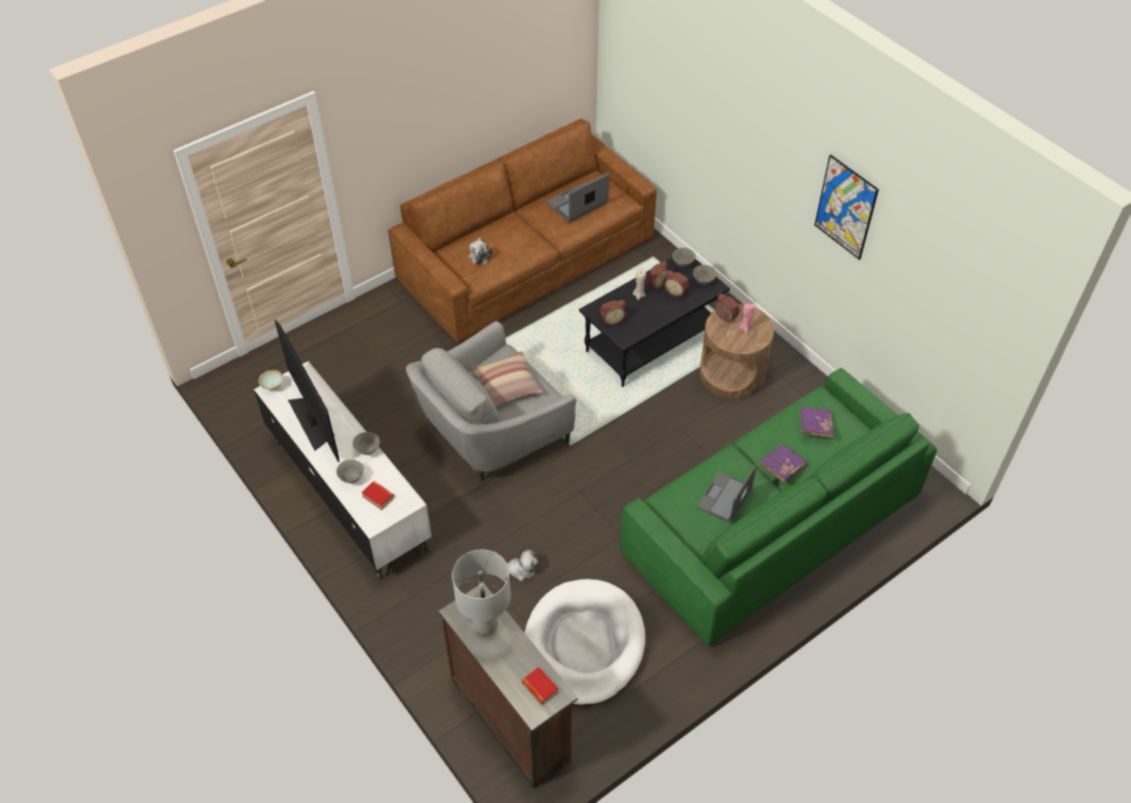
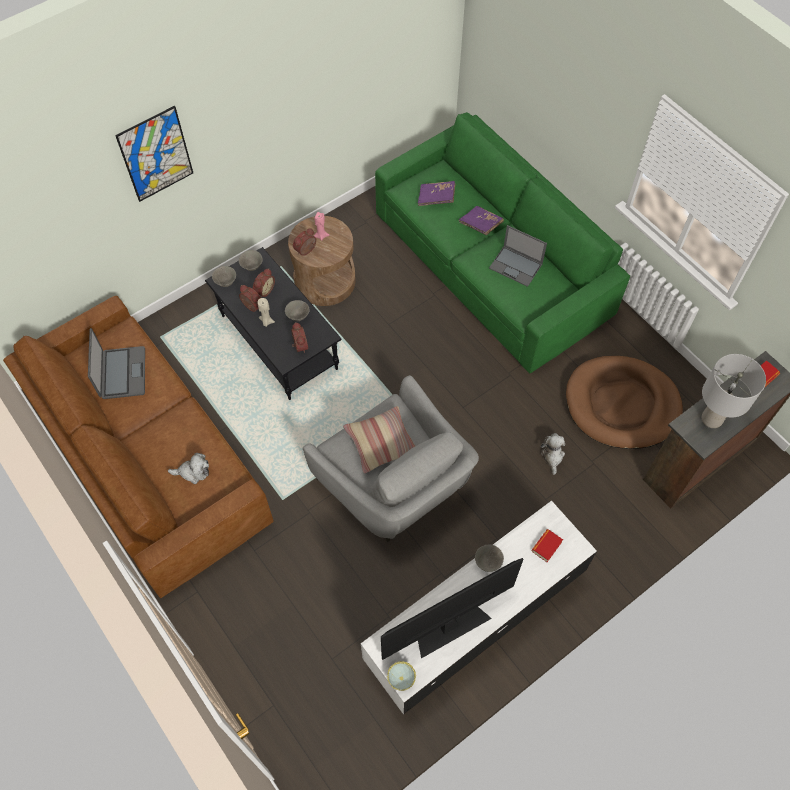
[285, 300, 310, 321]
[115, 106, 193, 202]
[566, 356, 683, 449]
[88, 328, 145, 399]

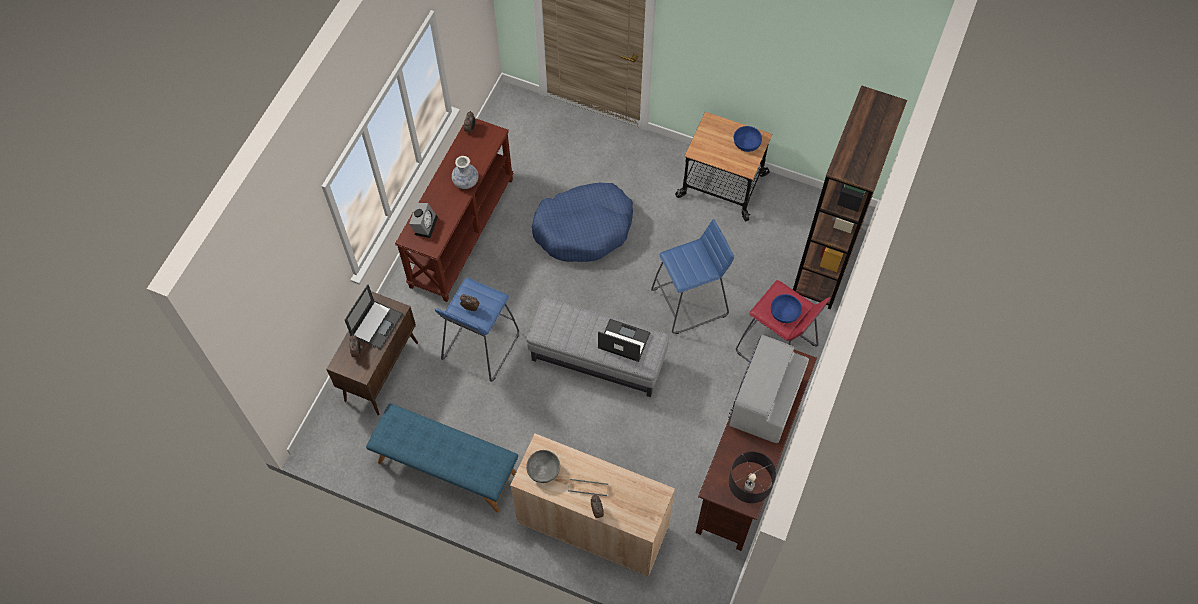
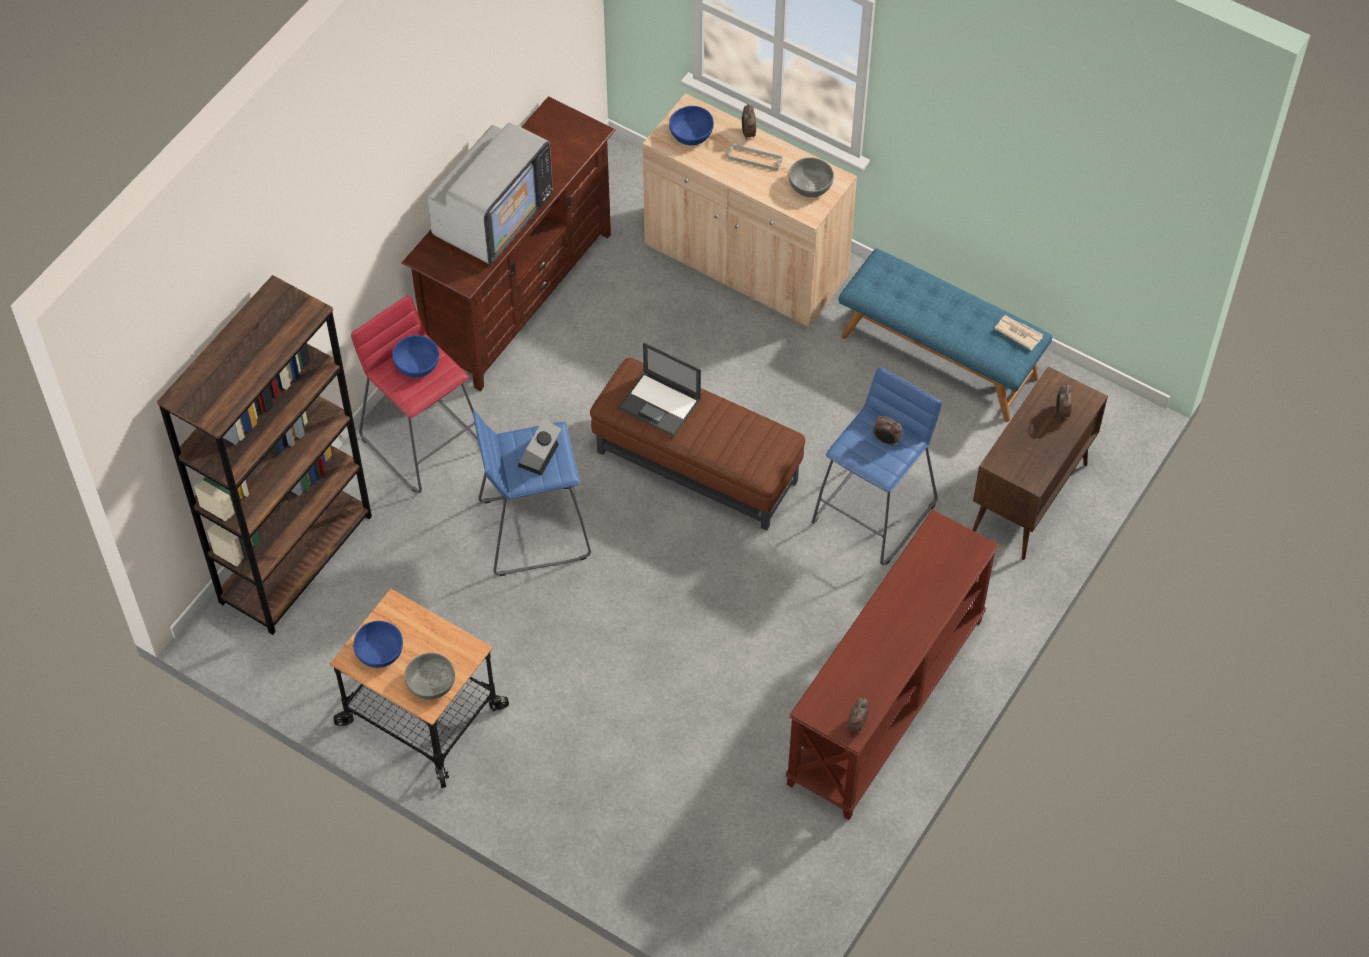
[345, 284, 403, 349] (first image)
[452, 156, 478, 189] (first image)
[532, 183, 633, 262] (first image)
[729, 452, 776, 503] (first image)
[405, 653, 455, 700]
[669, 106, 714, 146]
[994, 315, 1043, 351]
[518, 419, 561, 476]
[590, 357, 805, 531]

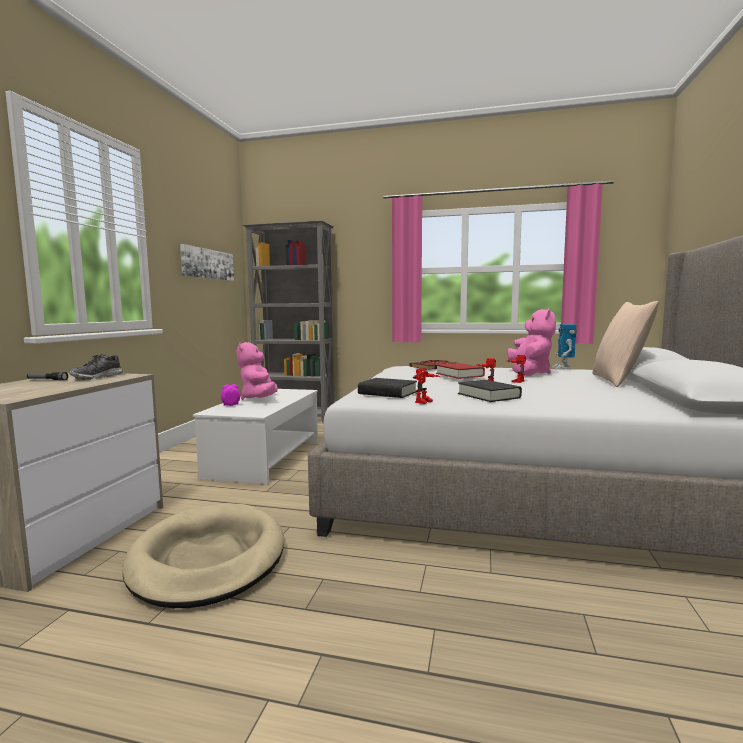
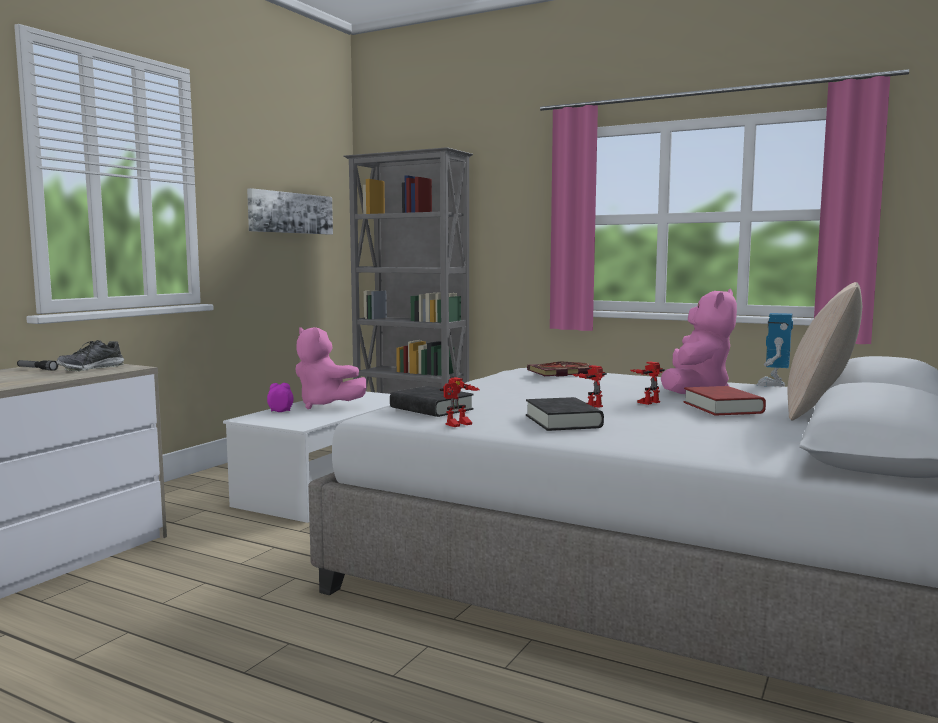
[122, 503, 284, 608] (first image)
[684, 386, 766, 416]
[296, 327, 366, 409]

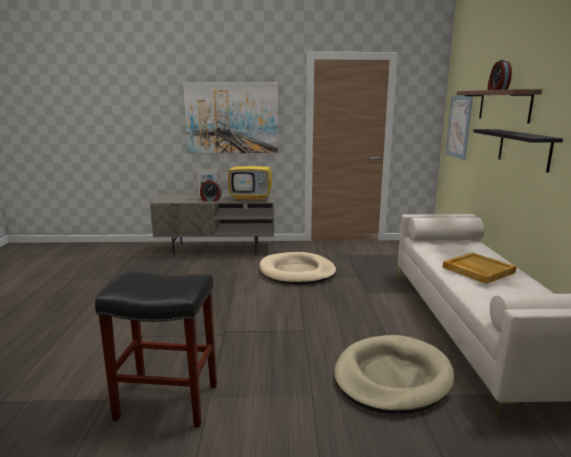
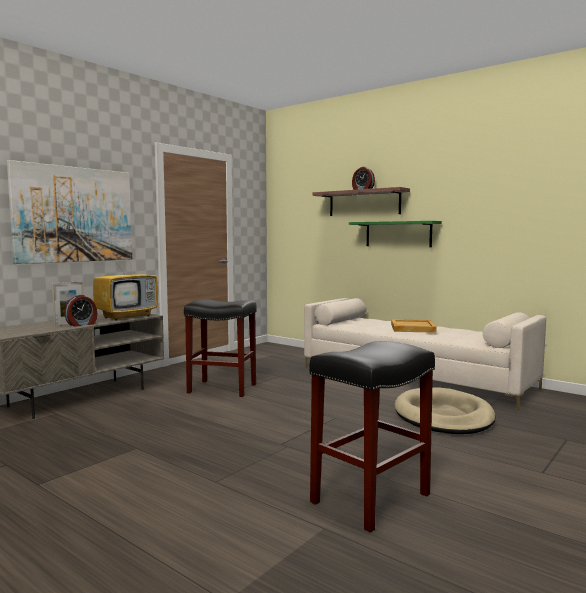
[446, 95, 473, 160] (first image)
[184, 299, 257, 397]
[349, 221, 442, 247]

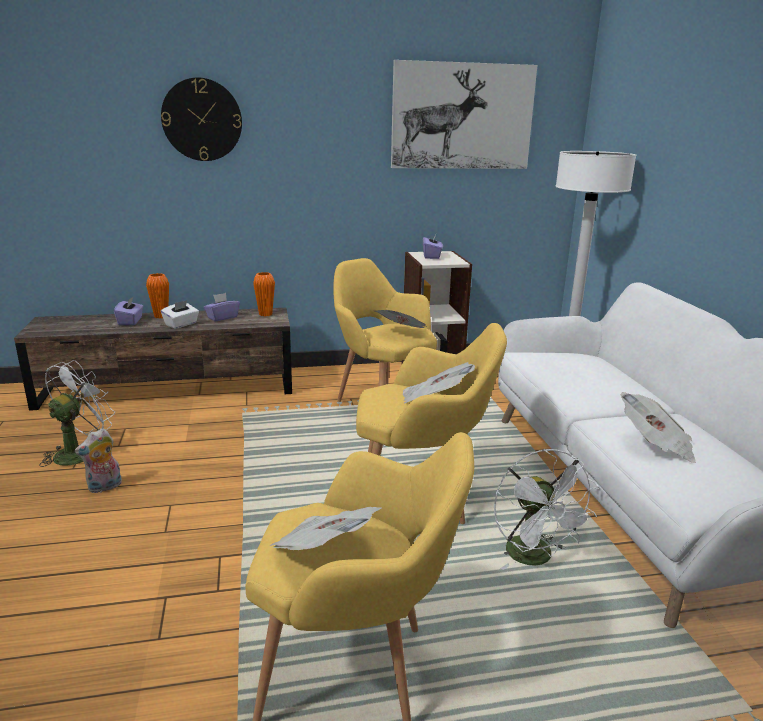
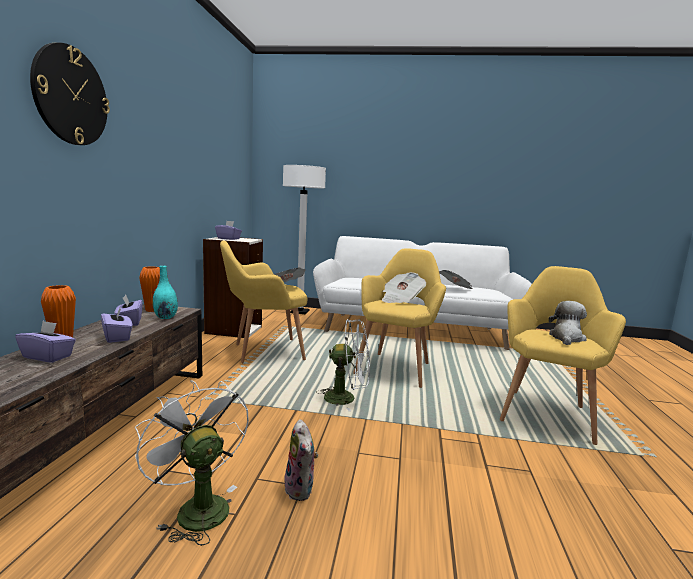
[391, 60, 537, 169] (first image)
[153, 266, 178, 319]
[317, 319, 370, 411]
[549, 301, 587, 345]
[101, 308, 132, 343]

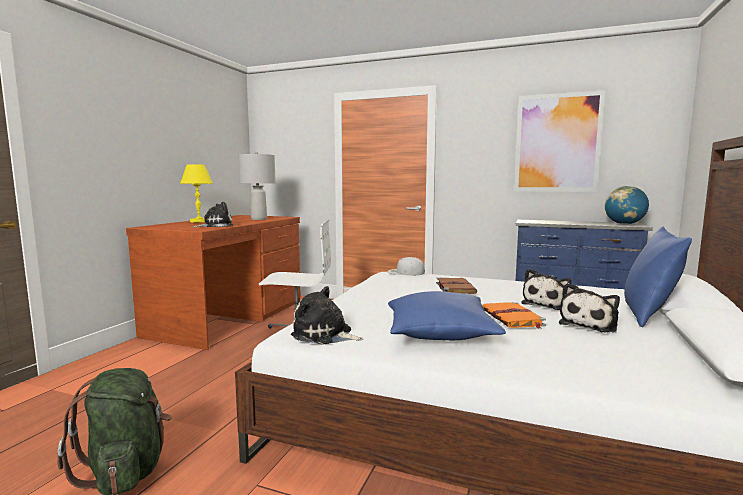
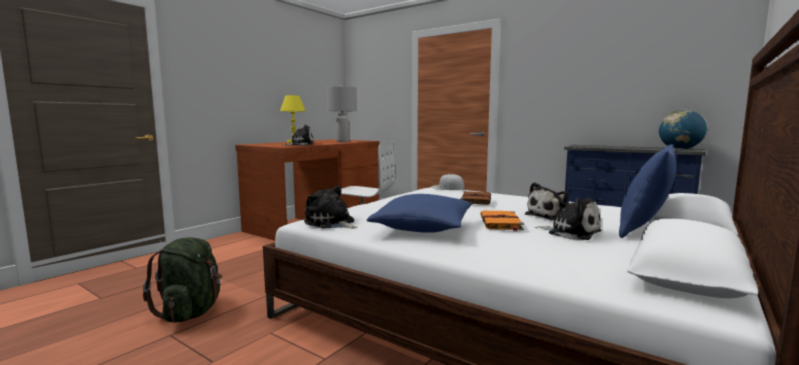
[514, 90, 605, 192] (first image)
[535, 197, 602, 240]

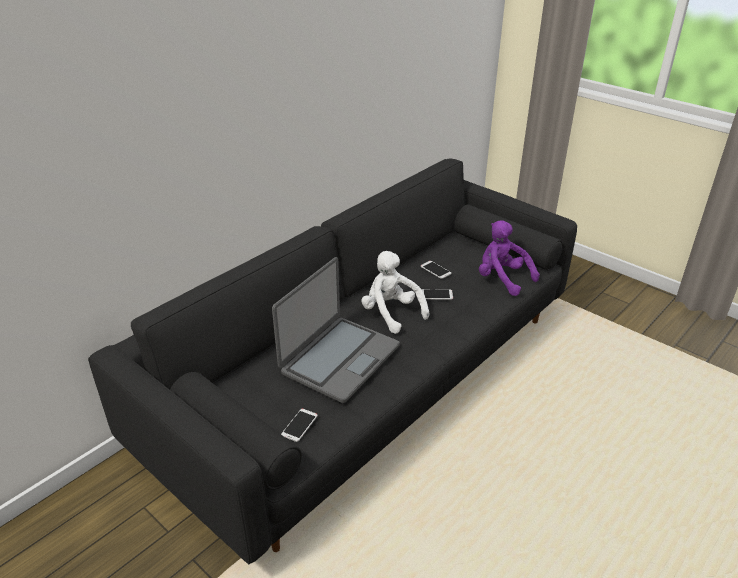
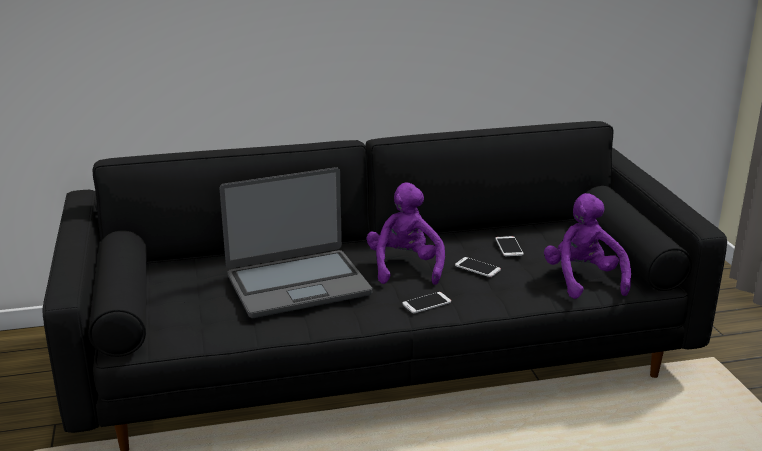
[402, 292, 451, 313]
[367, 182, 445, 285]

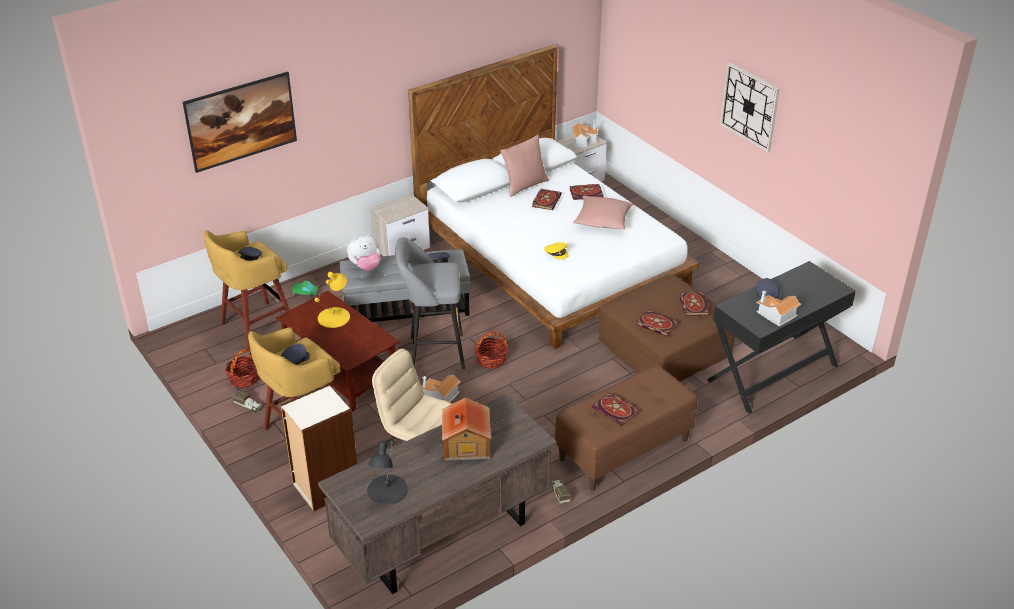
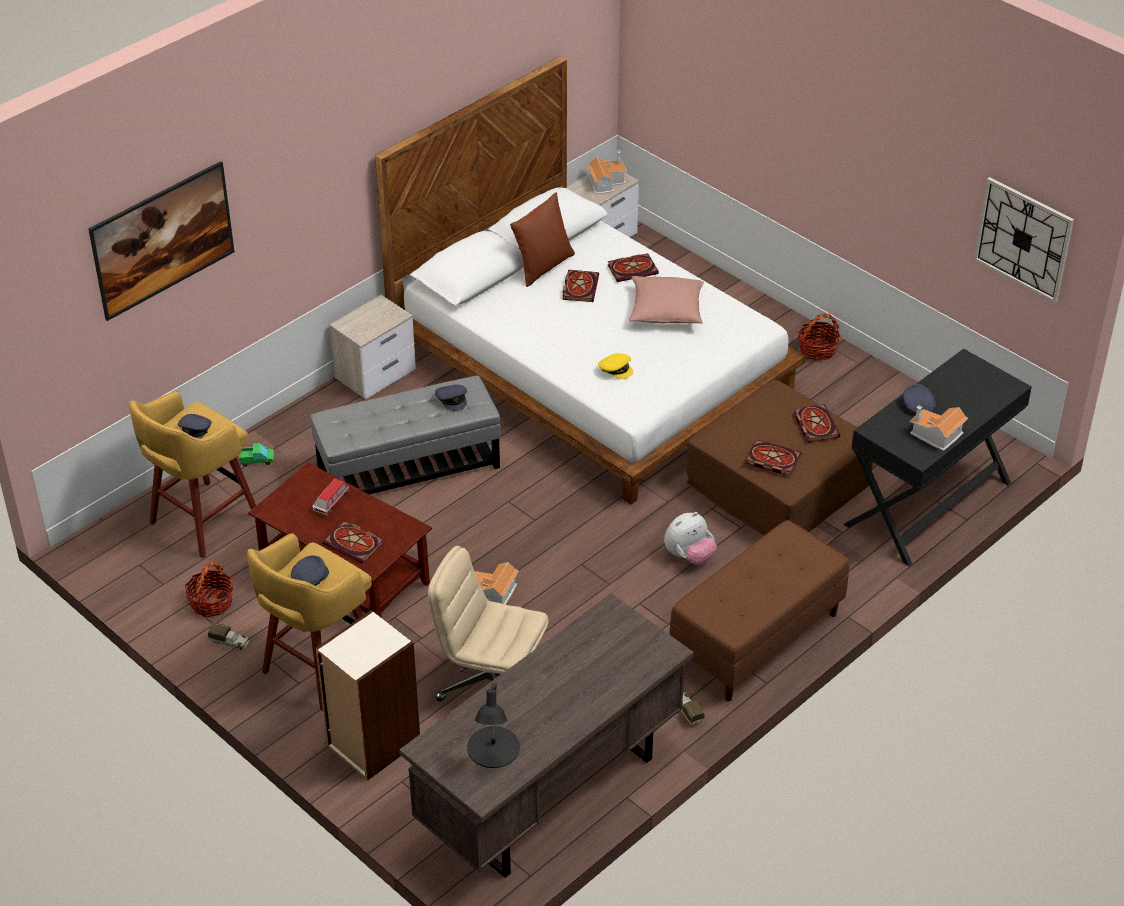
[395, 237, 465, 369] (first image)
[442, 398, 491, 461] (first image)
[664, 512, 717, 565]
[798, 313, 841, 361]
[323, 521, 384, 564]
[973, 177, 1074, 303]
[312, 478, 349, 516]
[510, 192, 575, 287]

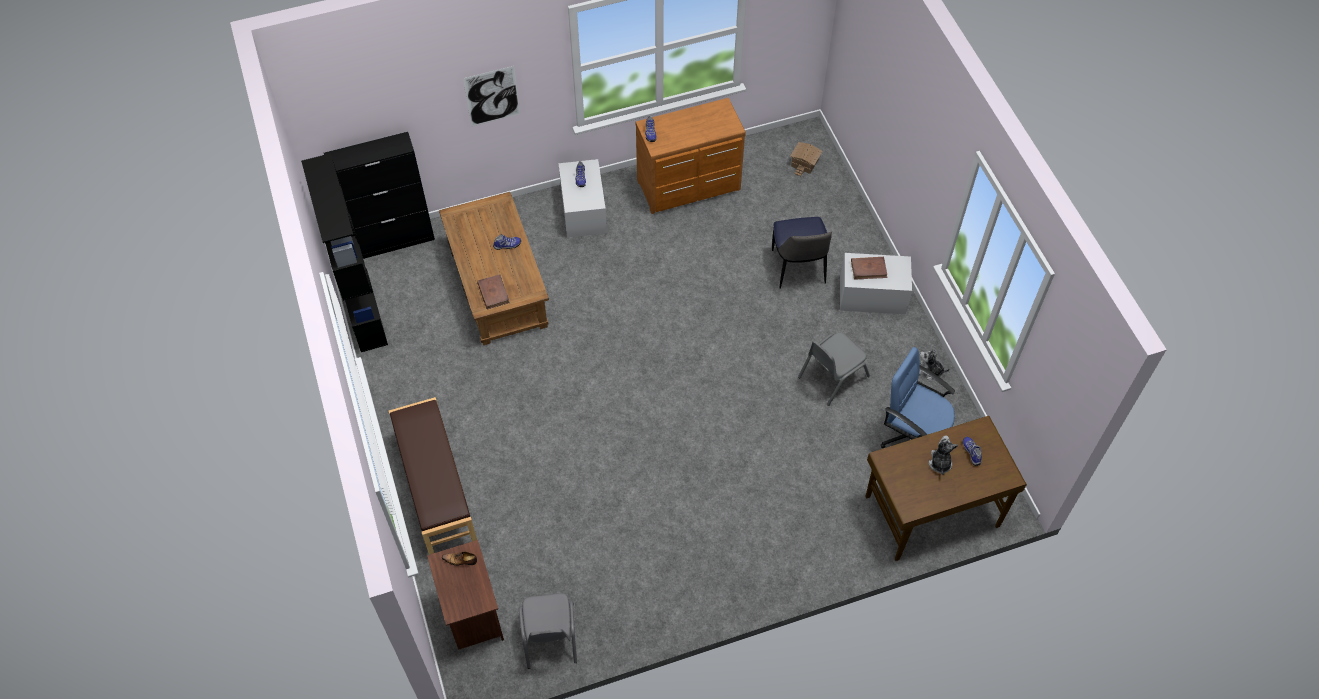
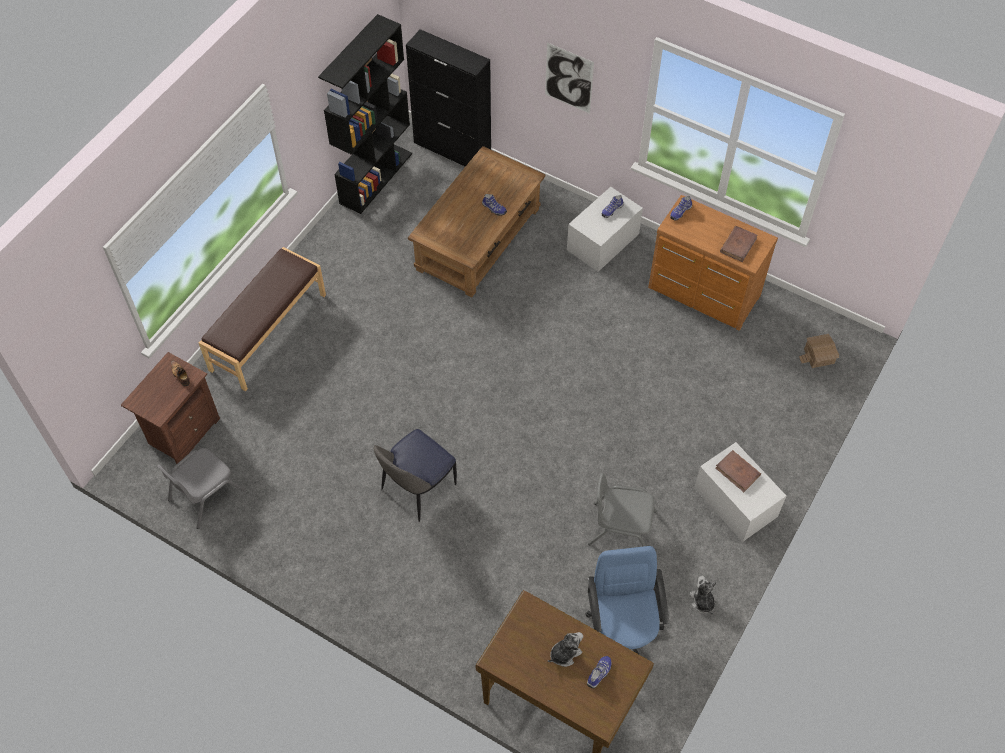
[720, 226, 757, 262]
[374, 429, 457, 522]

